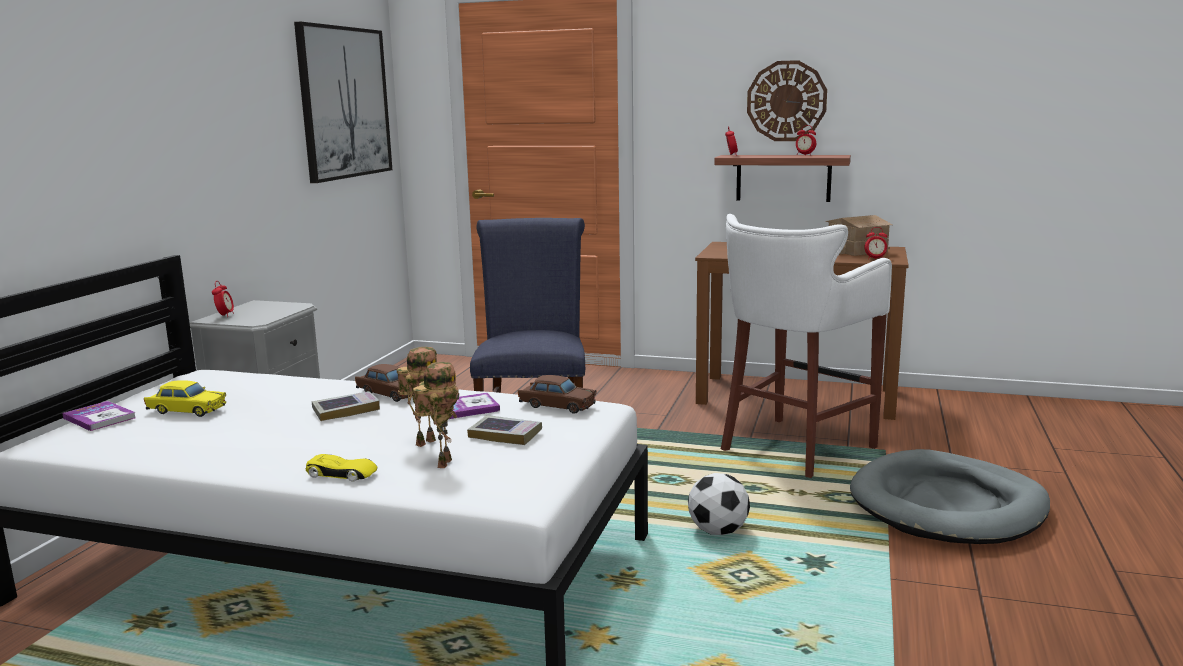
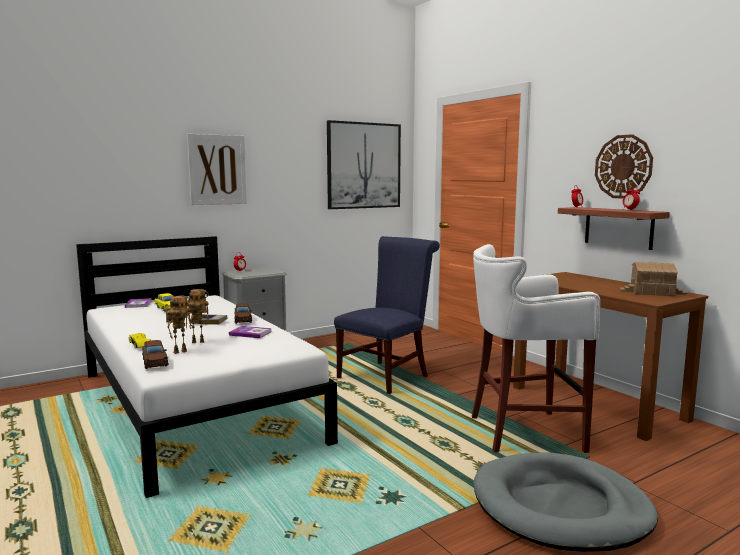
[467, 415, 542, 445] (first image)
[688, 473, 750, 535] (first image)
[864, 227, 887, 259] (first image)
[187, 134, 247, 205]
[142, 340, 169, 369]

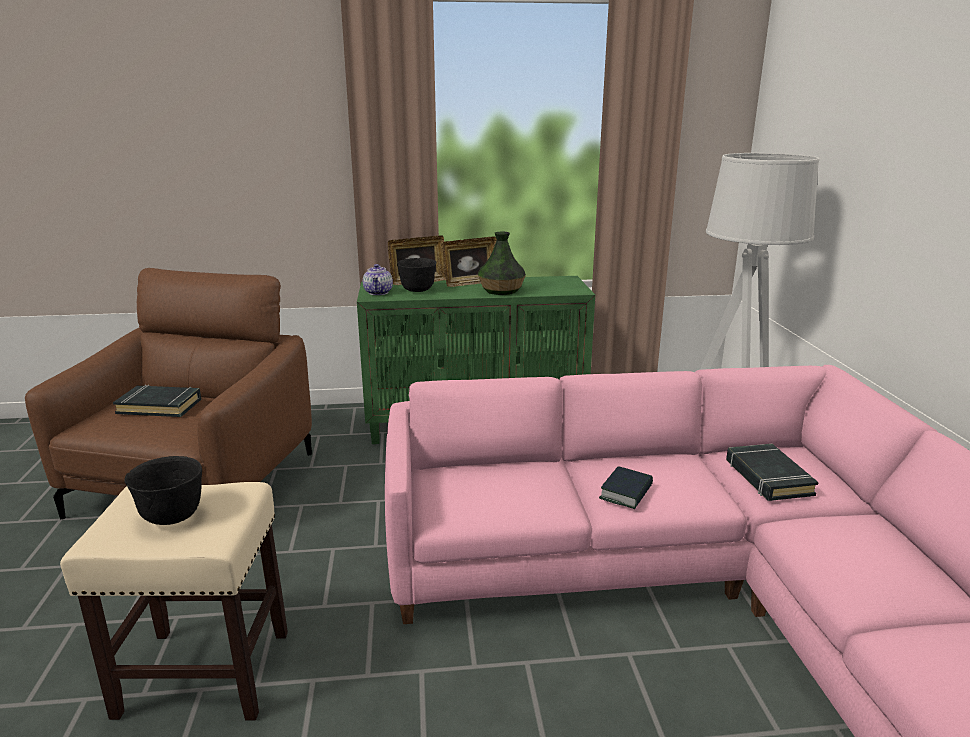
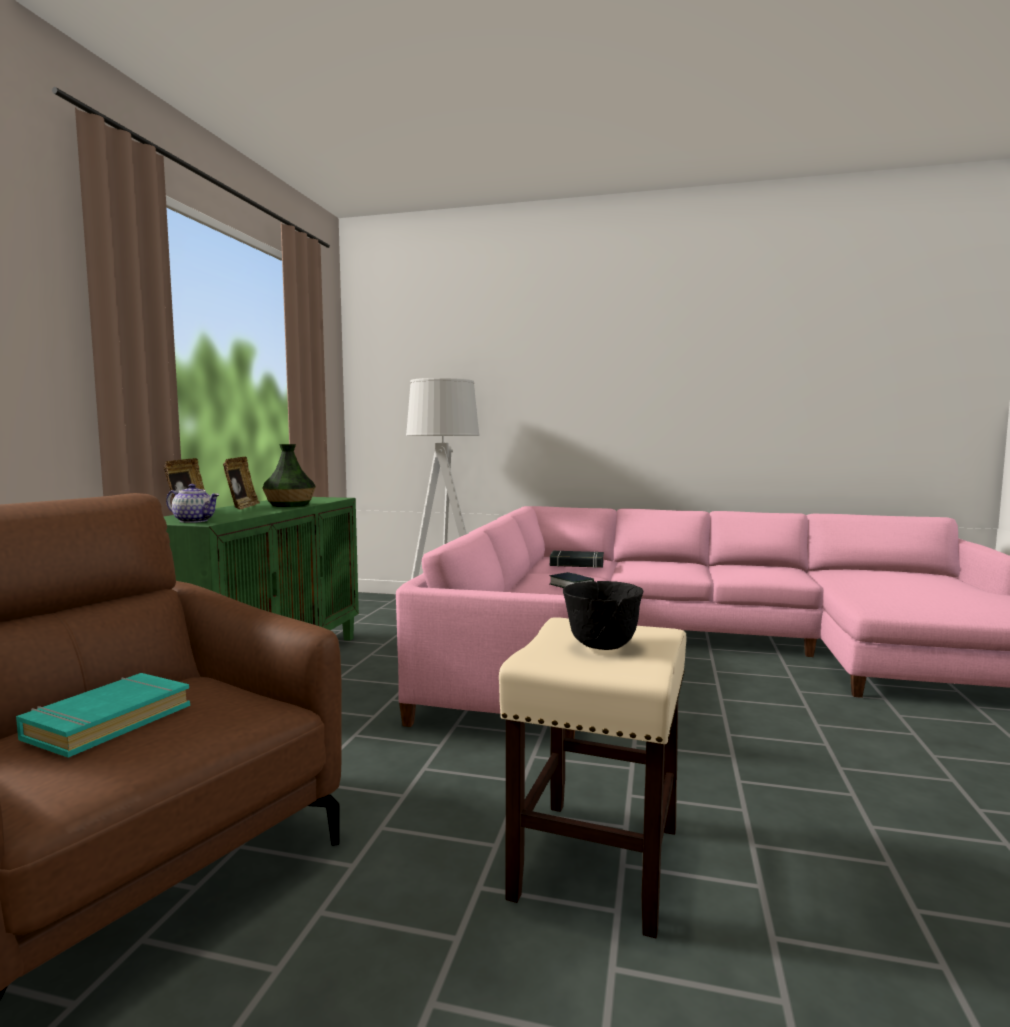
[397, 258, 436, 292] (first image)
[16, 673, 190, 758]

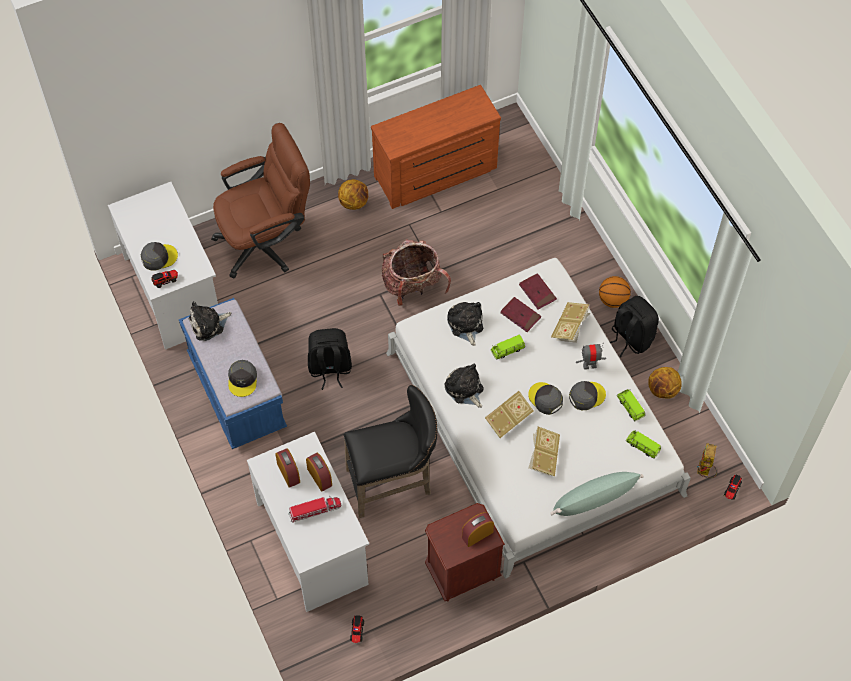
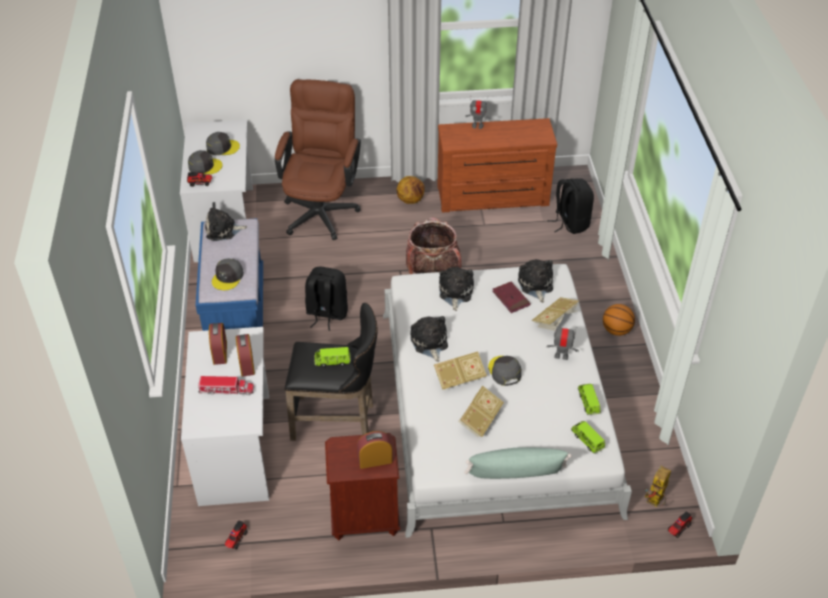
[648, 367, 682, 399] (first image)
[465, 100, 491, 129]
[314, 347, 351, 367]
[206, 132, 240, 155]
[547, 178, 594, 234]
[518, 259, 553, 303]
[275, 79, 361, 240]

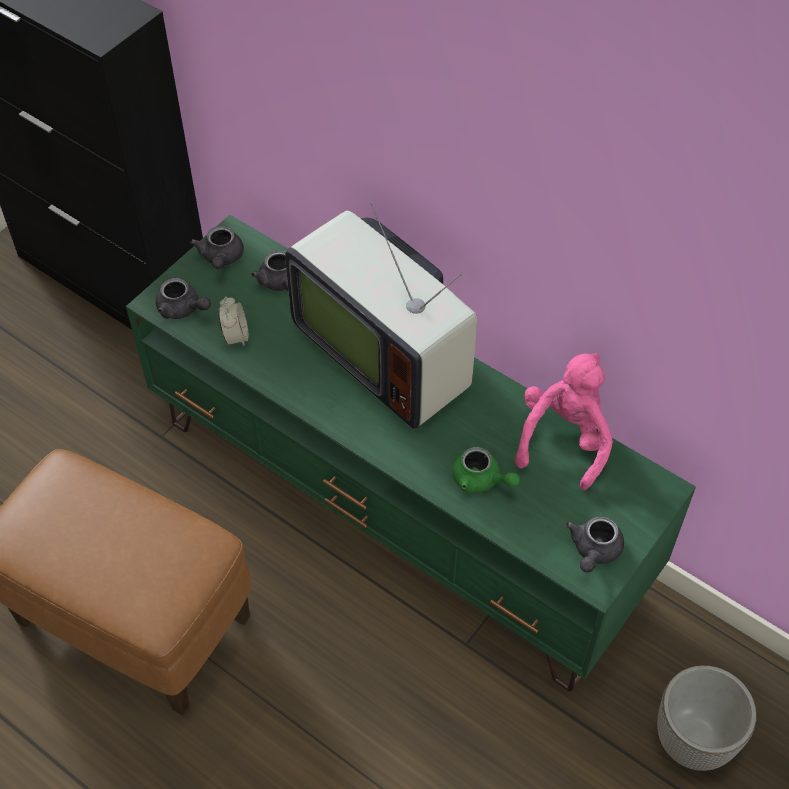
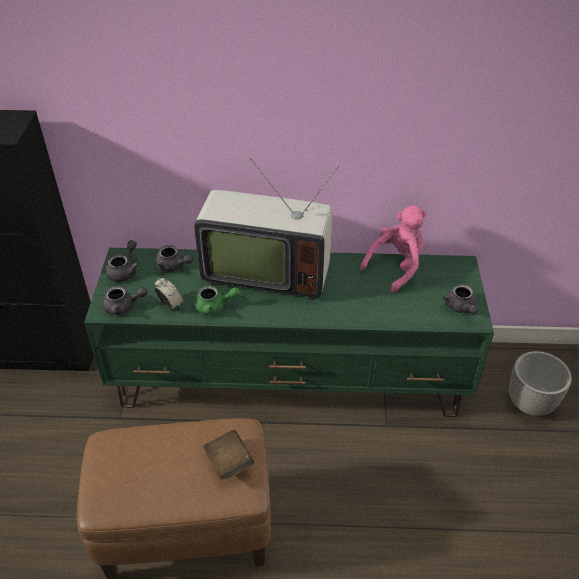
[203, 430, 254, 482]
[194, 286, 240, 315]
[105, 240, 139, 282]
[360, 205, 427, 292]

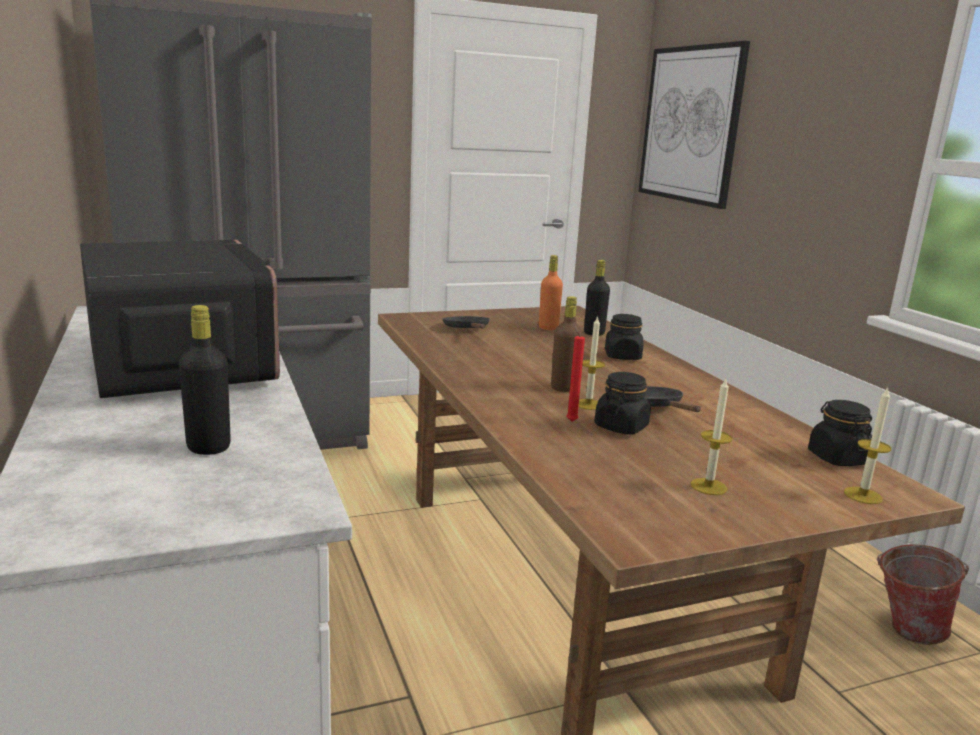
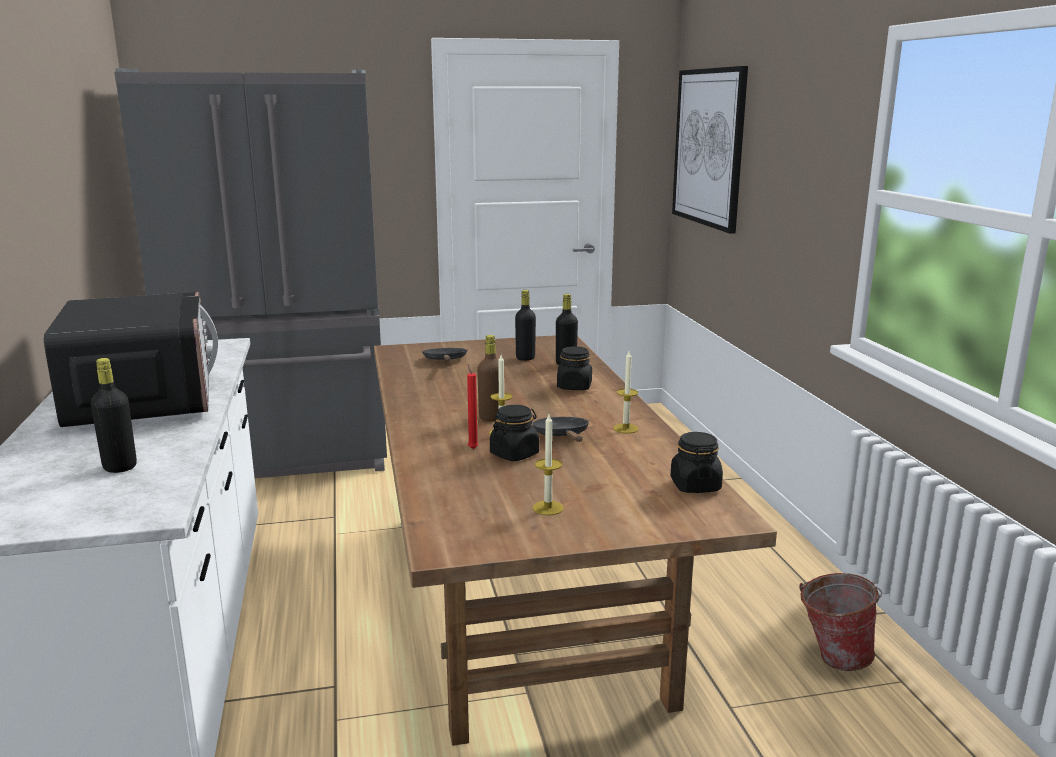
[613, 351, 639, 434]
[515, 290, 536, 361]

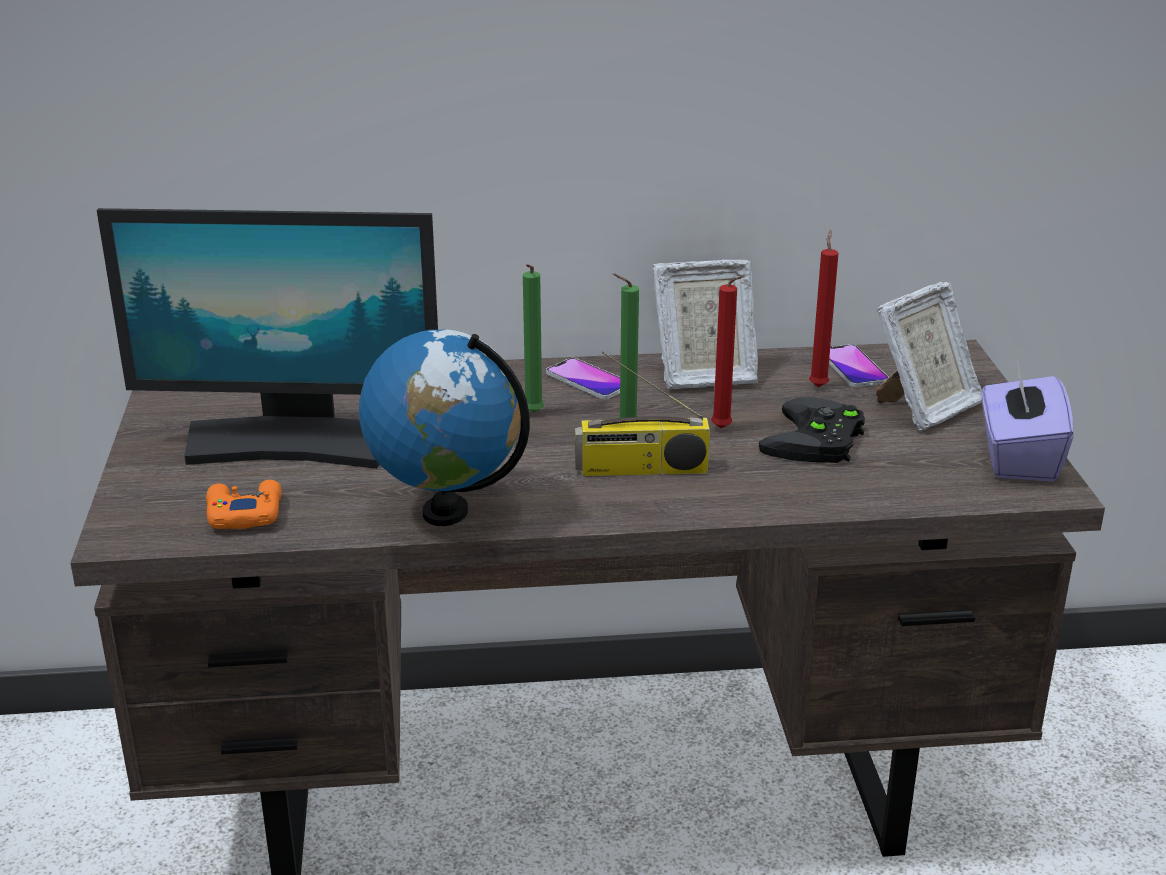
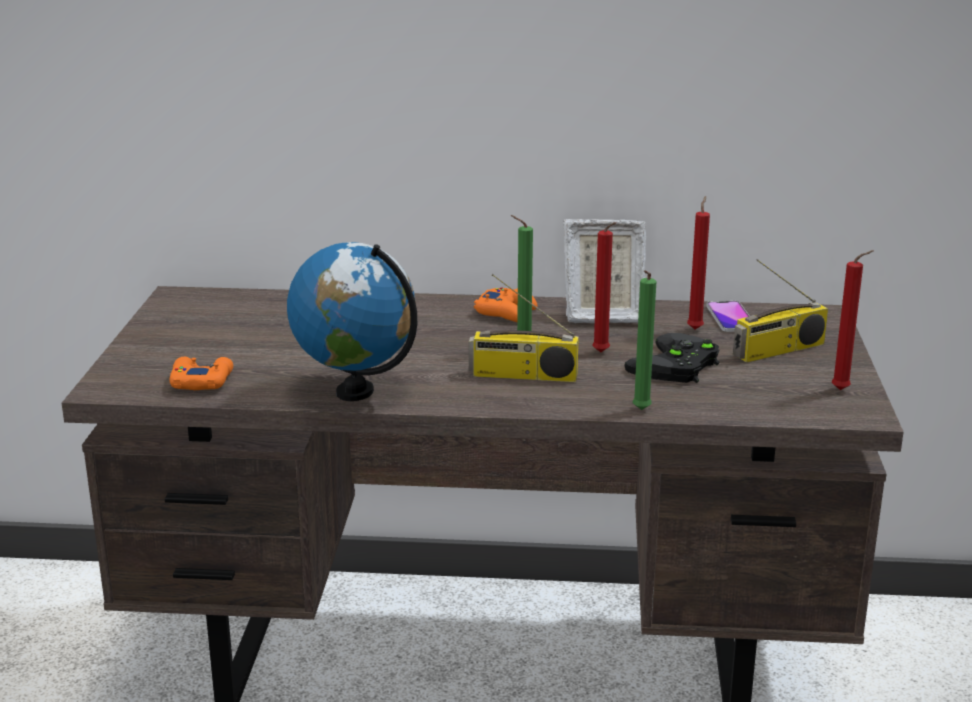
[97, 208, 438, 469] (first image)
[632, 270, 656, 410]
[474, 287, 537, 322]
[733, 259, 828, 363]
[832, 250, 873, 390]

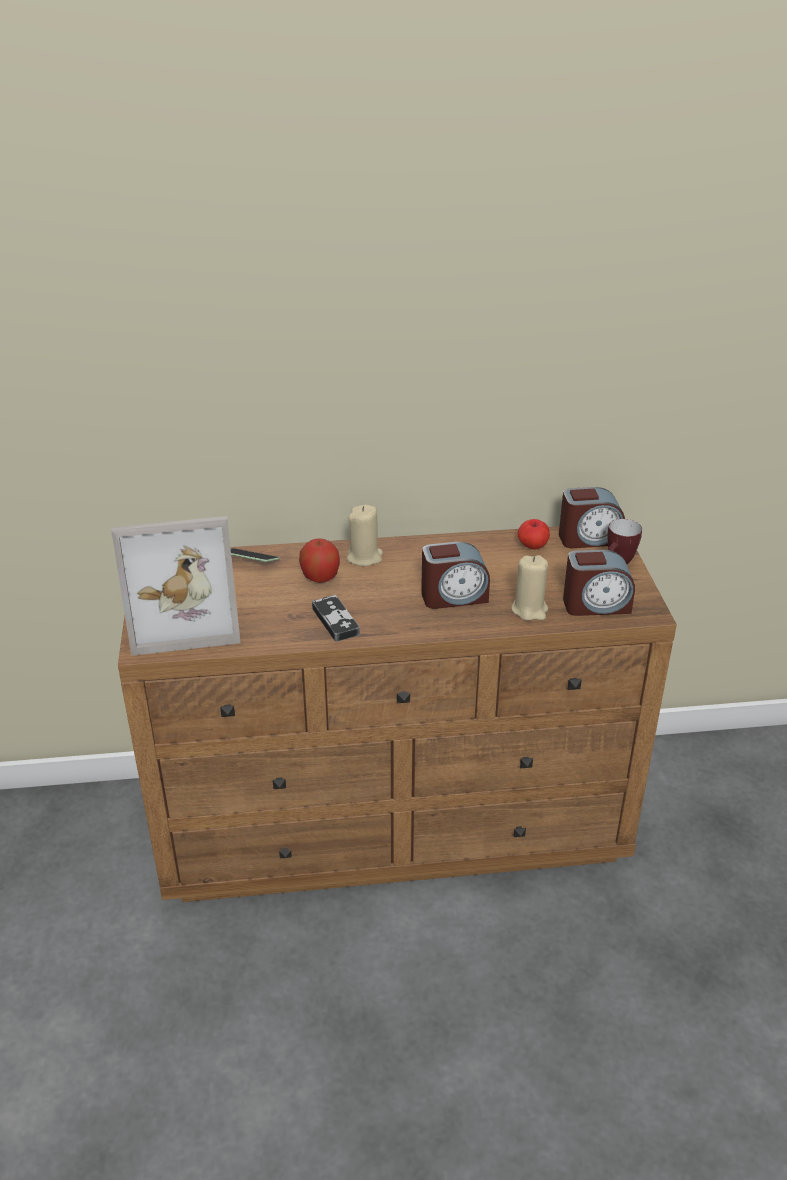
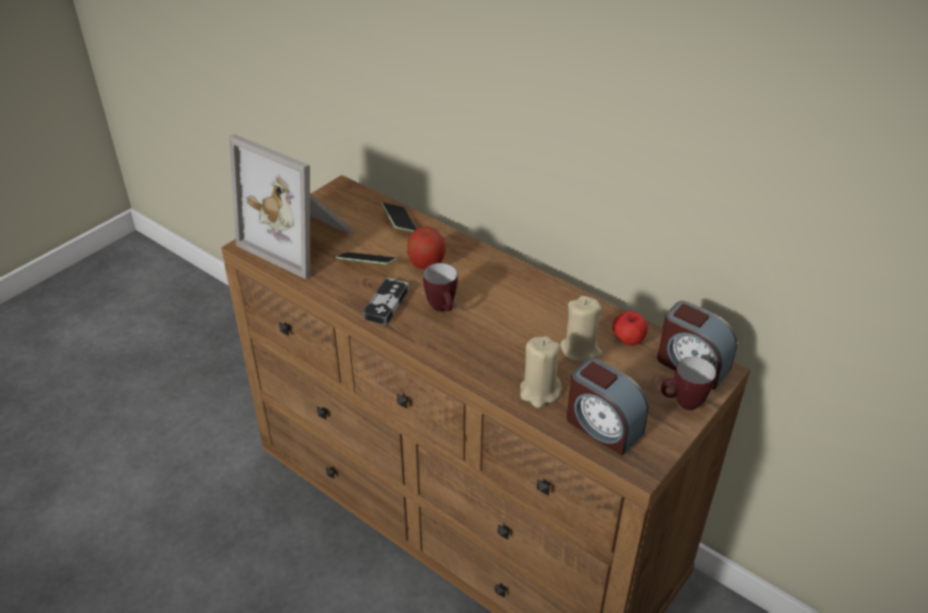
[421, 542, 490, 609] (first image)
[336, 252, 397, 265]
[423, 263, 458, 312]
[560, 296, 602, 363]

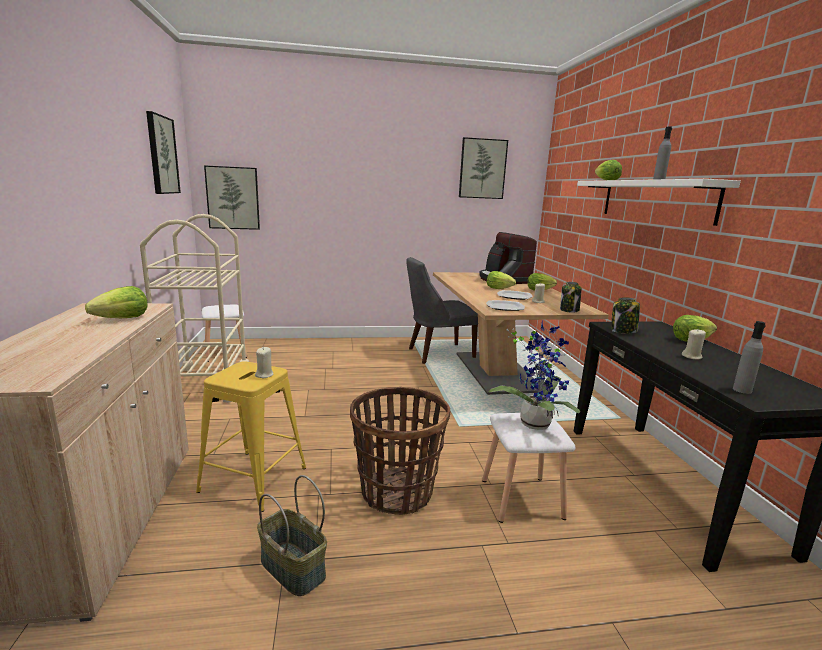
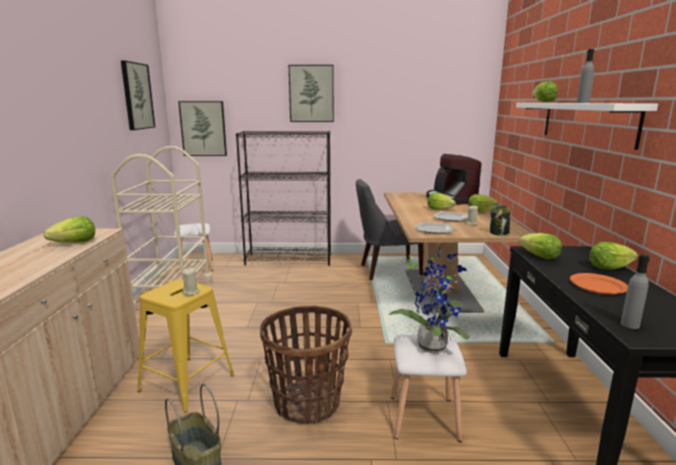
[236, 131, 331, 266]
[289, 65, 334, 122]
[519, 233, 562, 259]
[570, 273, 628, 294]

